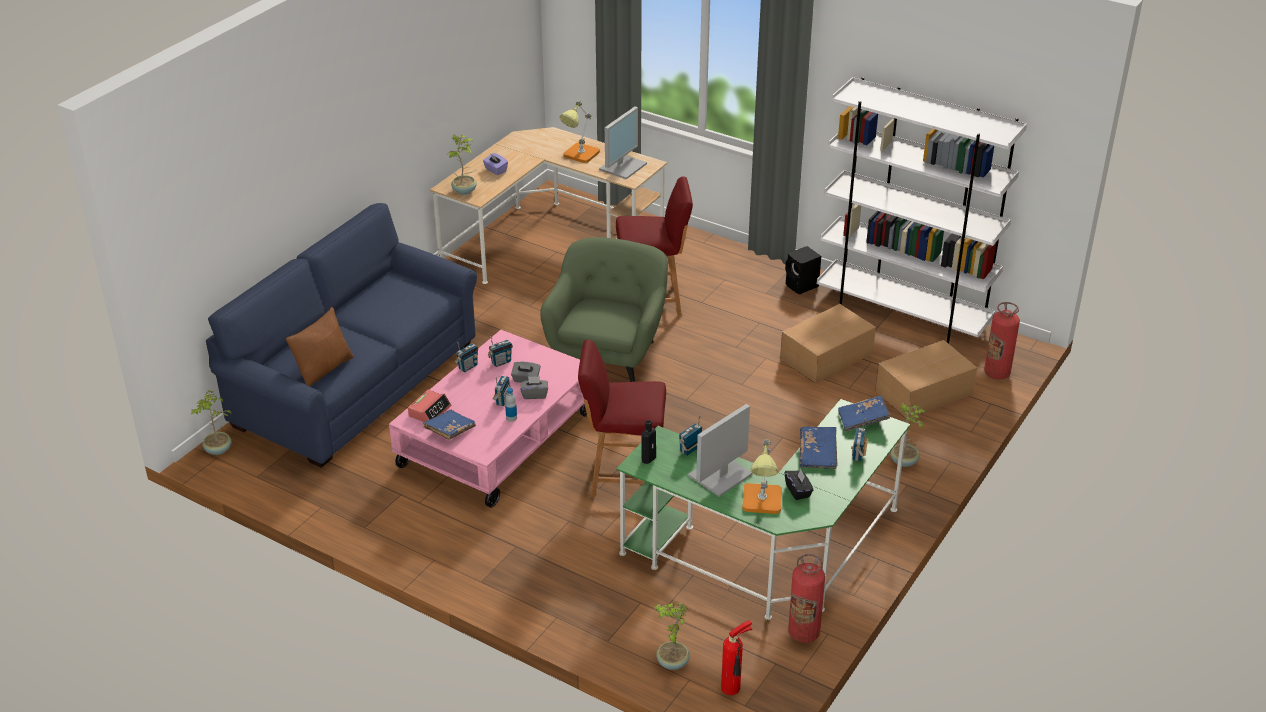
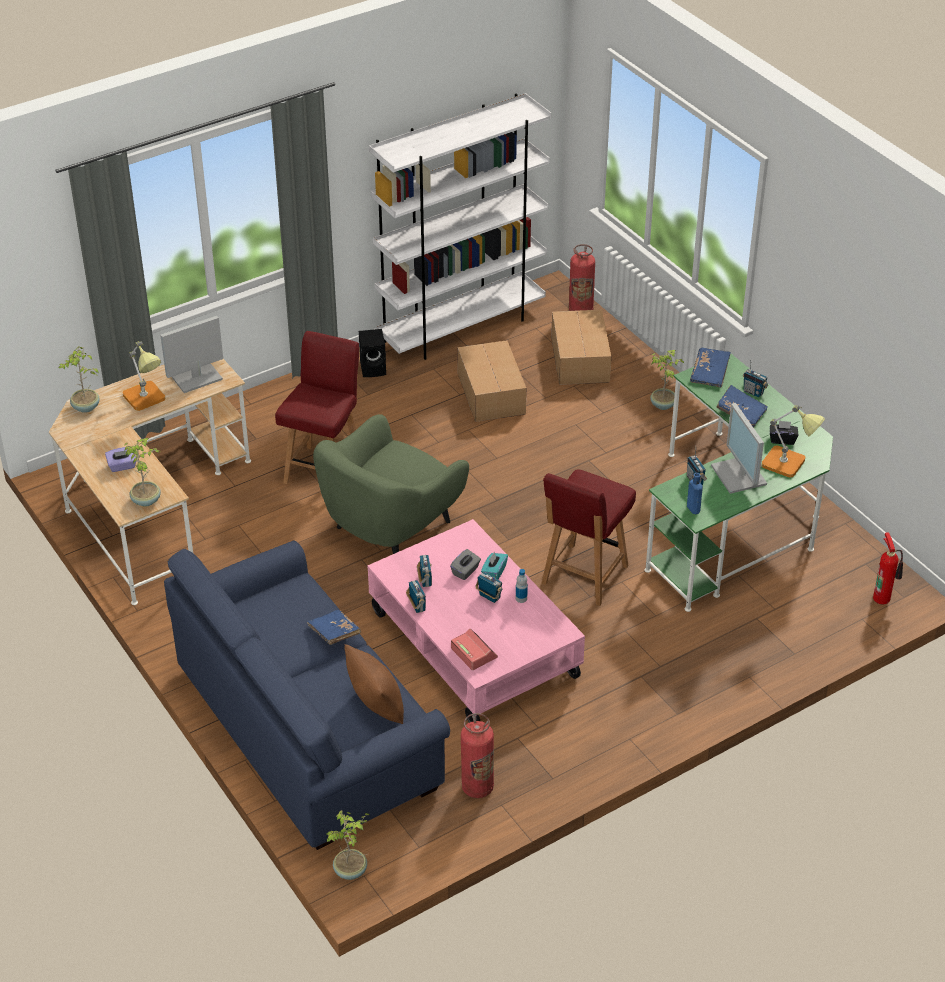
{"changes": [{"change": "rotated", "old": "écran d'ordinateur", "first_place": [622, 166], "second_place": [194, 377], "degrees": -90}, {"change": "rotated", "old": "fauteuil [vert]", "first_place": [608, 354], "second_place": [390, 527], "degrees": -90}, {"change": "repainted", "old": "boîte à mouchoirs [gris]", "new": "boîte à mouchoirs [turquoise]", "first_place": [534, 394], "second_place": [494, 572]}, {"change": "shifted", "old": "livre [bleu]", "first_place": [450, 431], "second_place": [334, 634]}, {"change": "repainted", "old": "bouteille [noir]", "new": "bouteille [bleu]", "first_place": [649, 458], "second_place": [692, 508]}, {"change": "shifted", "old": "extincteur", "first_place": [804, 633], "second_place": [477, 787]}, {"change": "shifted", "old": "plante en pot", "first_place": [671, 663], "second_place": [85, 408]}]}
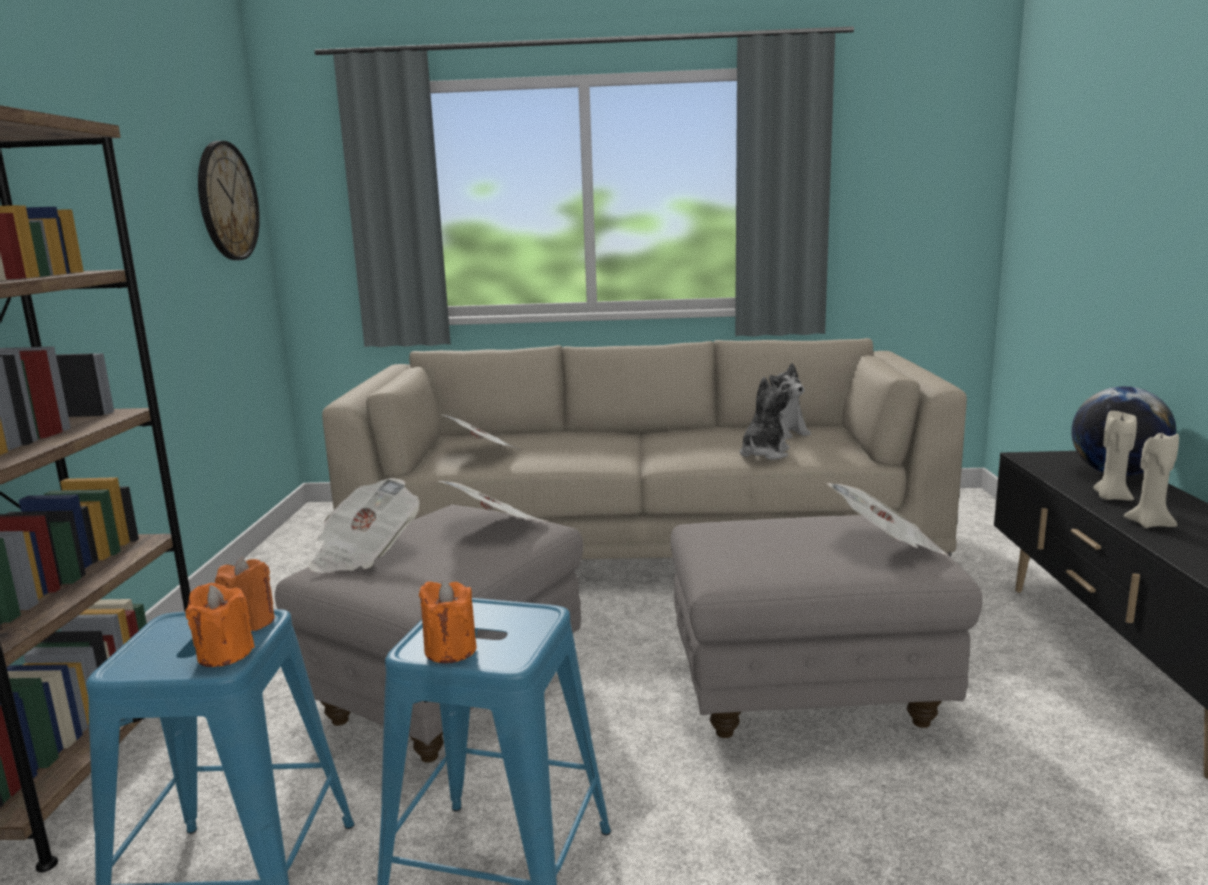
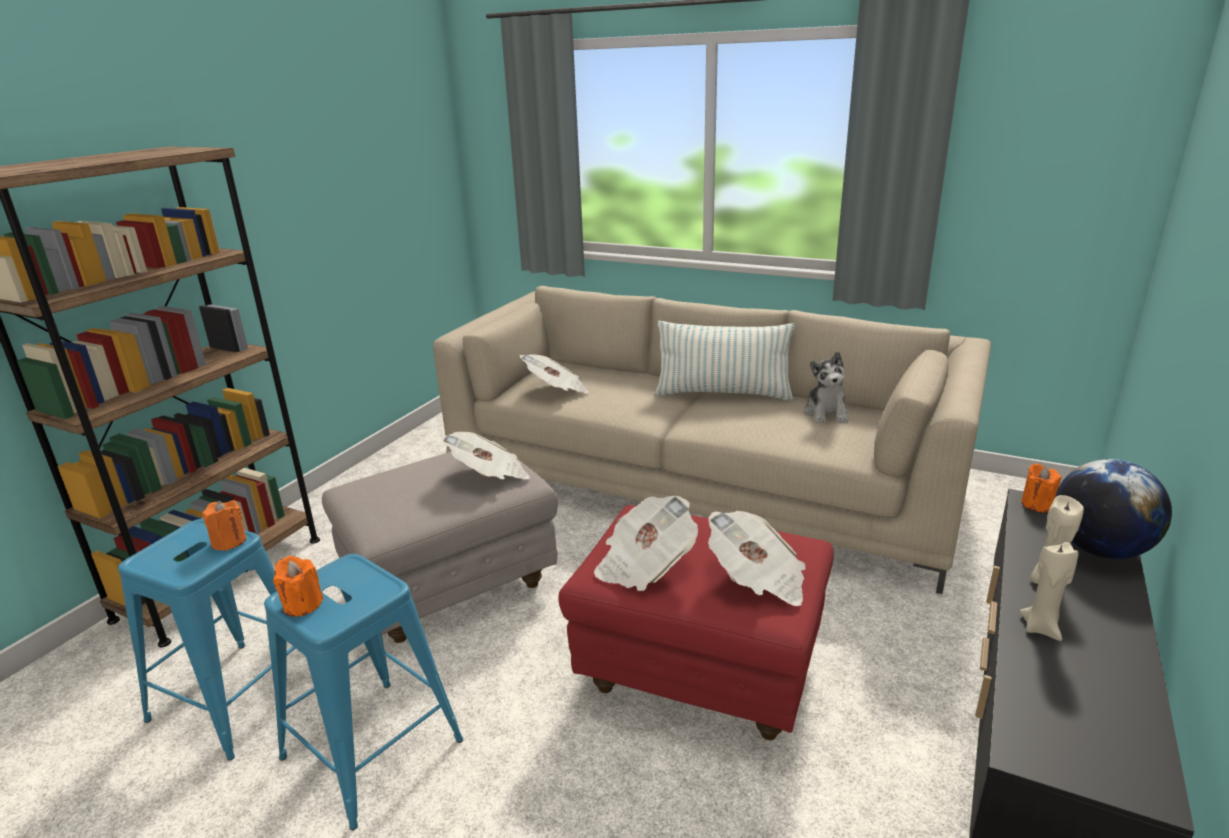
{"changes": [{"change": "gone", "old": "horloge murale", "first_place": [227, 201]}, {"change": "gone", "old": "peluche", "first_place": [763, 454]}, {"change": "shifted", "old": "journal", "first_place": [365, 554], "second_place": [644, 565]}, {"change": "repainted", "old": "pouf [gris]", "new": "pouf [rouge]", "first_place": [807, 694], "second_place": [701, 674]}, {"change": "shifted", "old": "bougie [orange]", "first_place": [224, 654], "second_place": [1037, 504]}, {"change": "new", "new": "coussin", "second_place": [723, 394]}]}
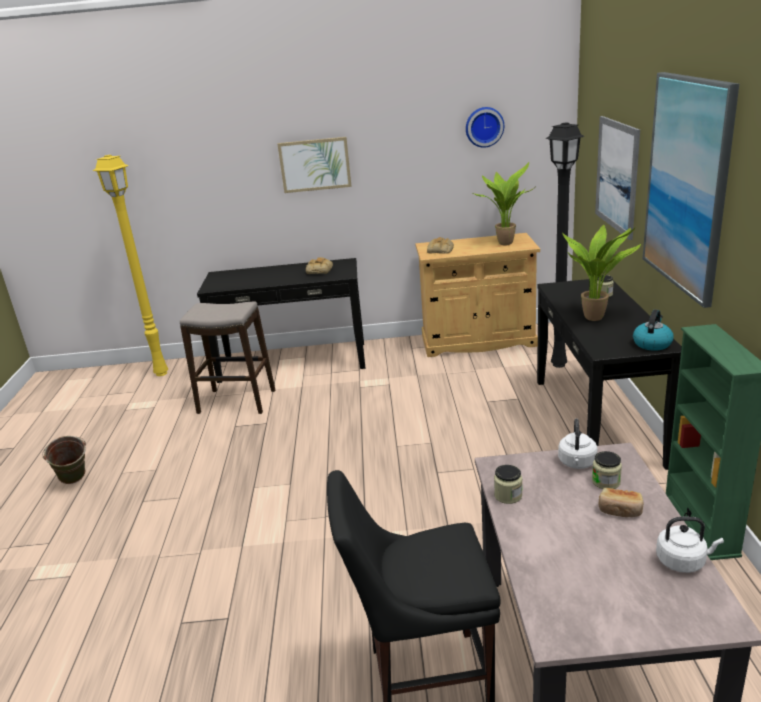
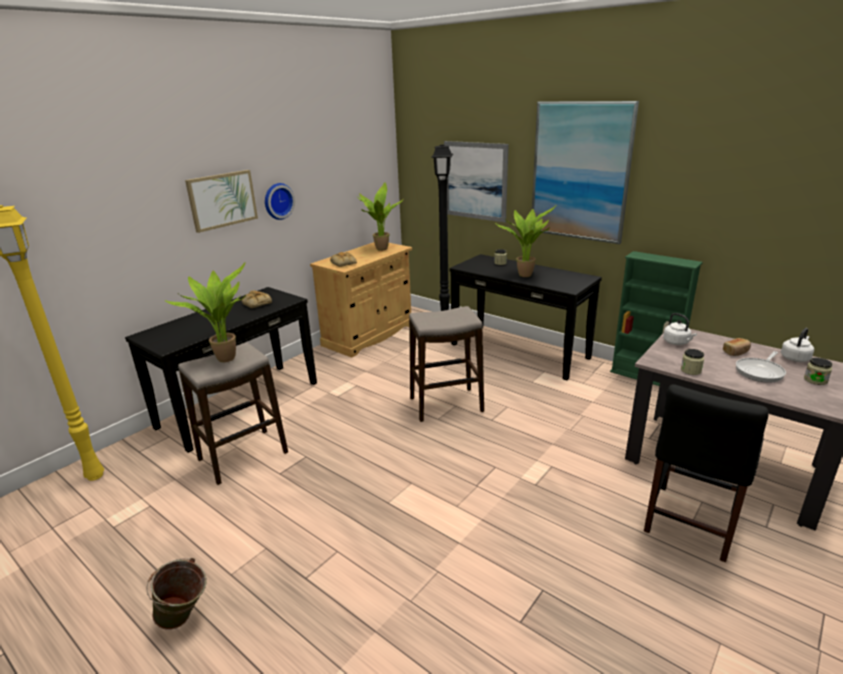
{"changes": [{"change": "shifted", "old": "horloge murale", "first_place": [484, 126], "second_place": [277, 201]}, {"change": "gone", "old": "bouilloire", "first_place": [652, 343]}, {"change": "shifted", "old": "bocal", "first_place": [606, 482], "second_place": [815, 380]}, {"change": "new", "new": "plante en pot", "second_place": [226, 357]}, {"change": "new", "new": "tabouret", "second_place": [446, 405]}, {"change": "new", "new": "poêle", "second_place": [760, 372]}]}
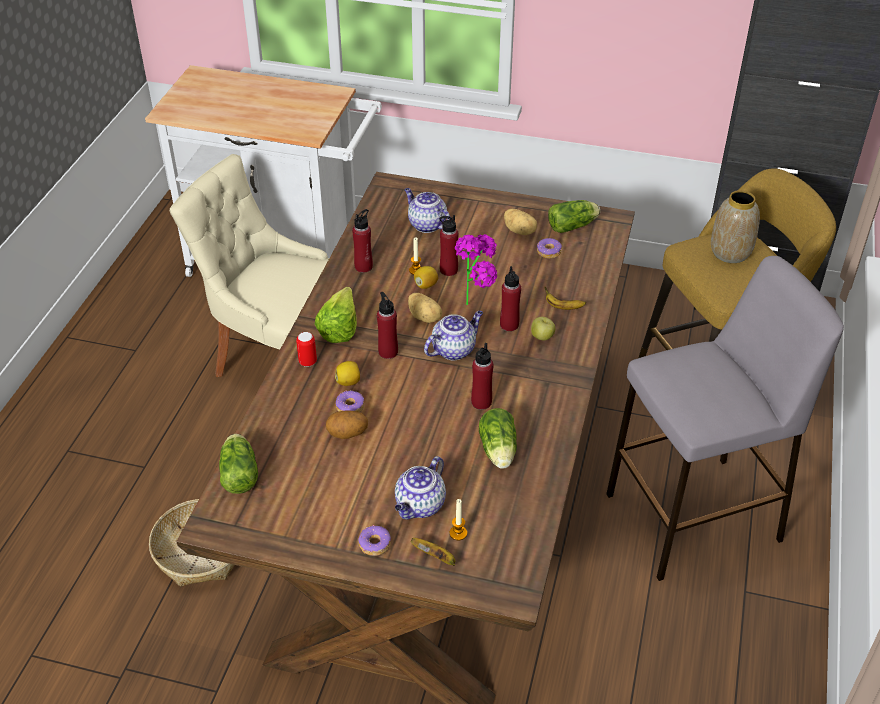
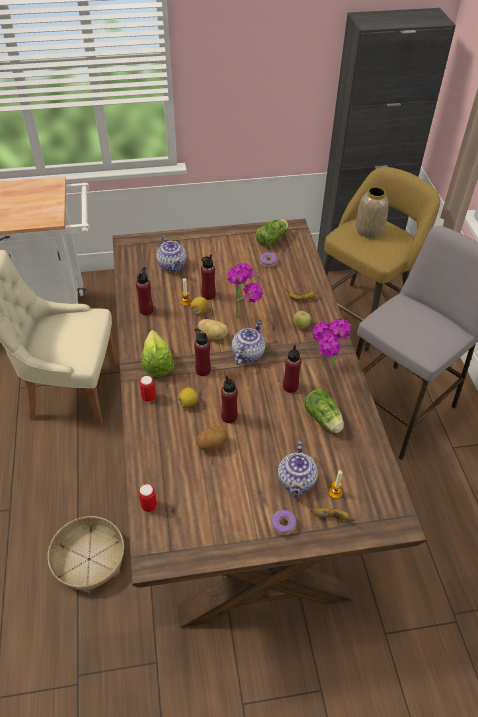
{"changes": [{"change": "rotated", "old": "théière", "first_place": [426, 225], "second_place": [172, 265], "degrees": -135}, {"change": "gone", "old": "pomme de terre", "first_place": [520, 231]}, {"change": "shifted", "old": "bouteille [rouge]", "first_place": [509, 325], "second_place": [229, 417]}, {"change": "gone", "old": "beignet", "first_place": [350, 407]}, {"change": "swapped", "old": "laitue", "new": "boîte métallique", "first_place": [239, 472], "second_place": [149, 506]}, {"change": "new", "new": "plante en pot", "second_place": [324, 370]}]}
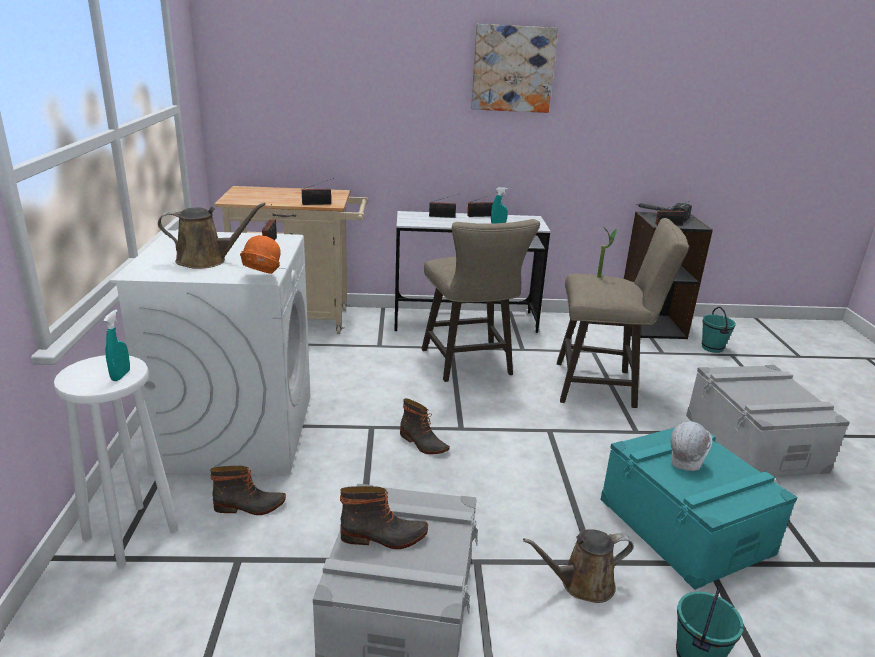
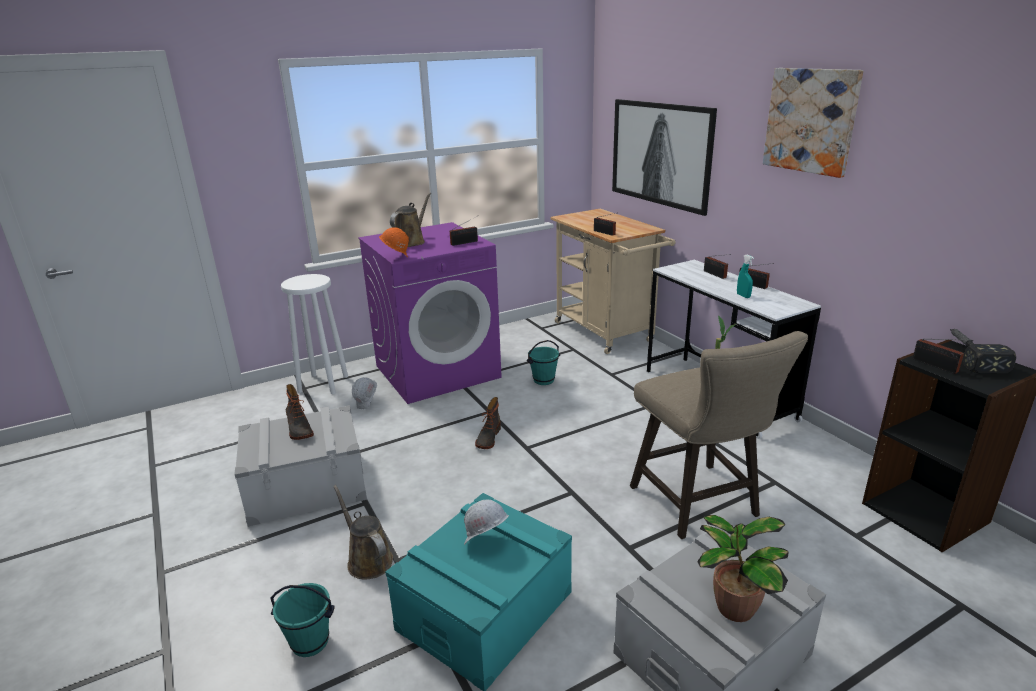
{"changes": [{"change": "rotated", "old": "arrosoir [marron]", "first_place": [206, 260], "second_place": [410, 241], "degrees": -120}, {"change": "gone", "old": "tabouret [beige]", "first_place": [470, 365]}, {"change": "repainted", "old": "lave-linge [blanc]", "new": "lave-linge [violet]", "first_place": [236, 431], "second_place": [438, 371]}, {"change": "shifted", "old": "seau [turquoise]", "first_place": [712, 348], "second_place": [544, 380]}, {"change": "gone", "old": "vaporisateur [turquoise]", "first_place": [121, 375]}, {"change": "swapped", "old": "botte", "new": "casque de chantier [blanc]", "first_place": [250, 506], "second_place": [367, 404]}, {"change": "new", "new": "tableau", "second_place": [661, 154]}, {"change": "new", "new": "plante en pot", "second_place": [732, 608]}]}
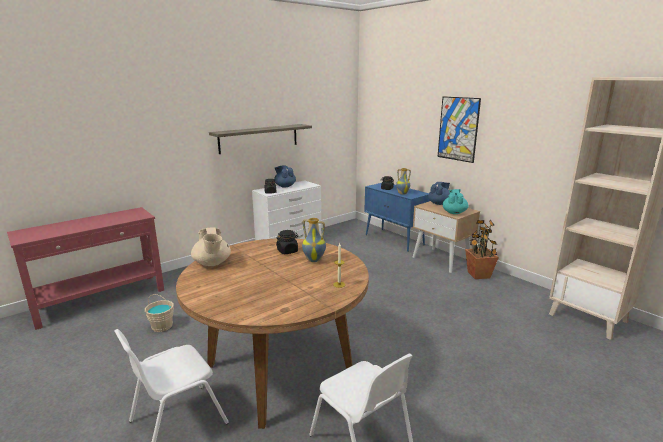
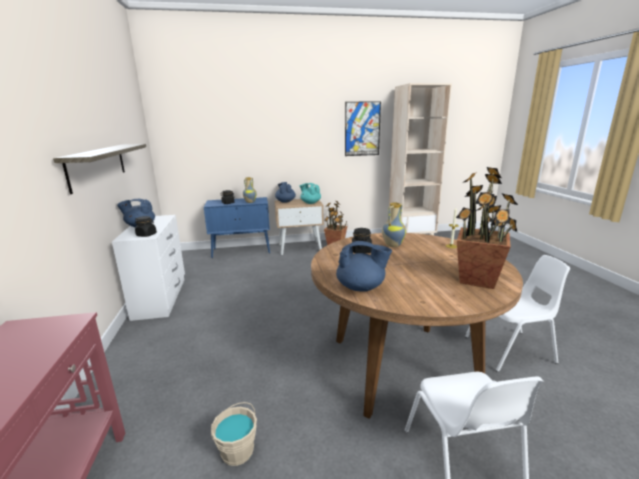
{"changes": [{"change": "shifted", "old": "tableau", "first_place": [458, 129], "second_place": [362, 129]}, {"change": "repainted", "old": "théière [beige]", "new": "théière [bleu]", "first_place": [212, 263], "second_place": [361, 287]}, {"change": "new", "new": "plante en pot", "second_place": [477, 280]}]}
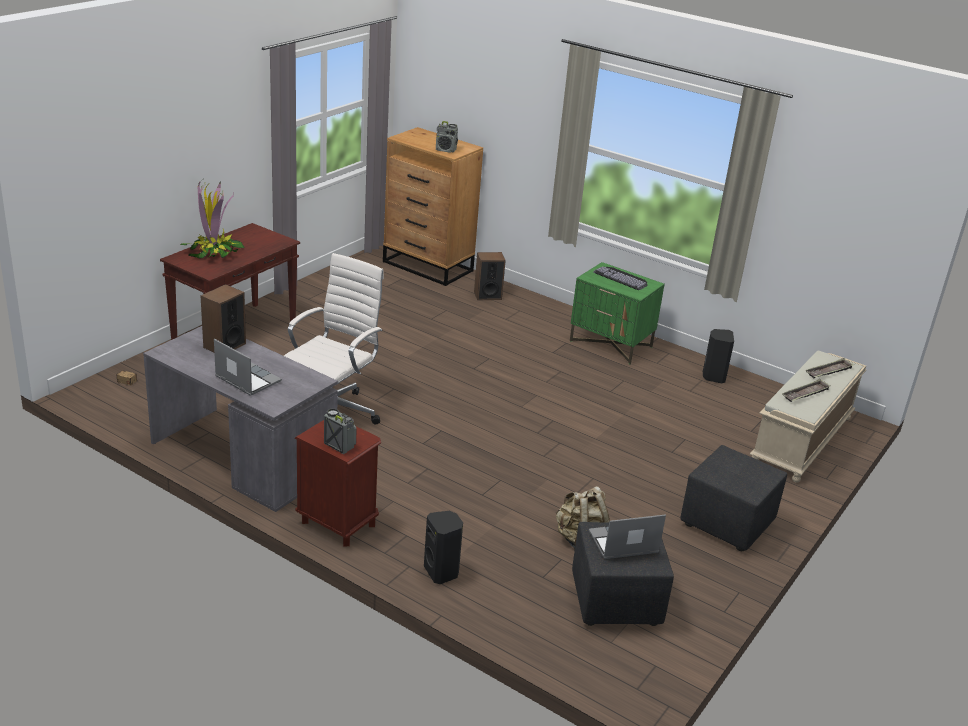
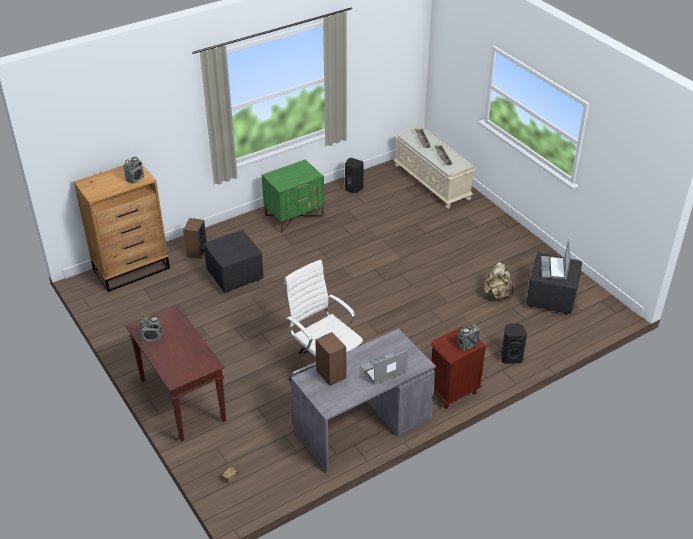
{"changes": [{"change": "gone", "old": "plante en pot", "first_place": [214, 252]}, {"change": "gone", "old": "clavier", "first_place": [622, 278]}, {"change": "shifted", "old": "pouf [noir]", "first_place": [727, 524], "second_place": [235, 276]}, {"change": "new", "new": "radio", "second_place": [152, 337]}]}
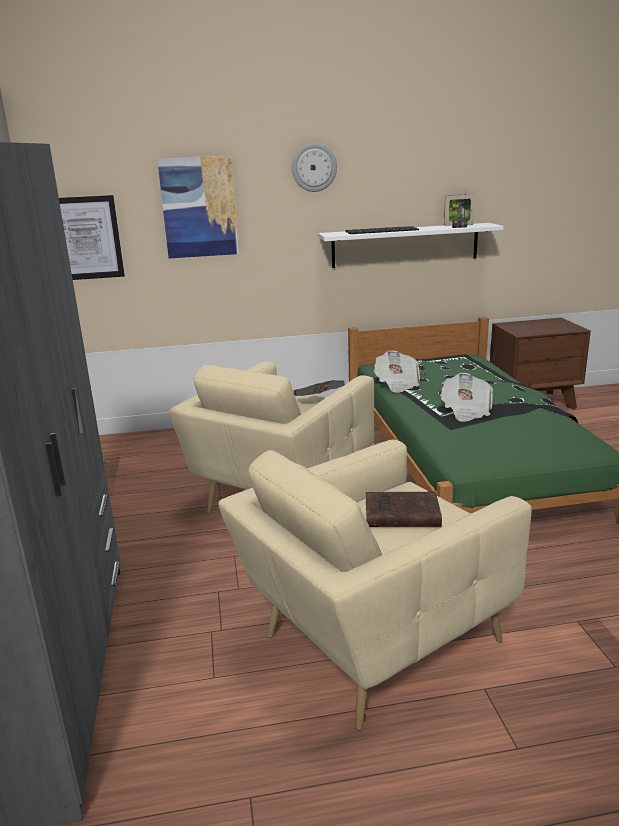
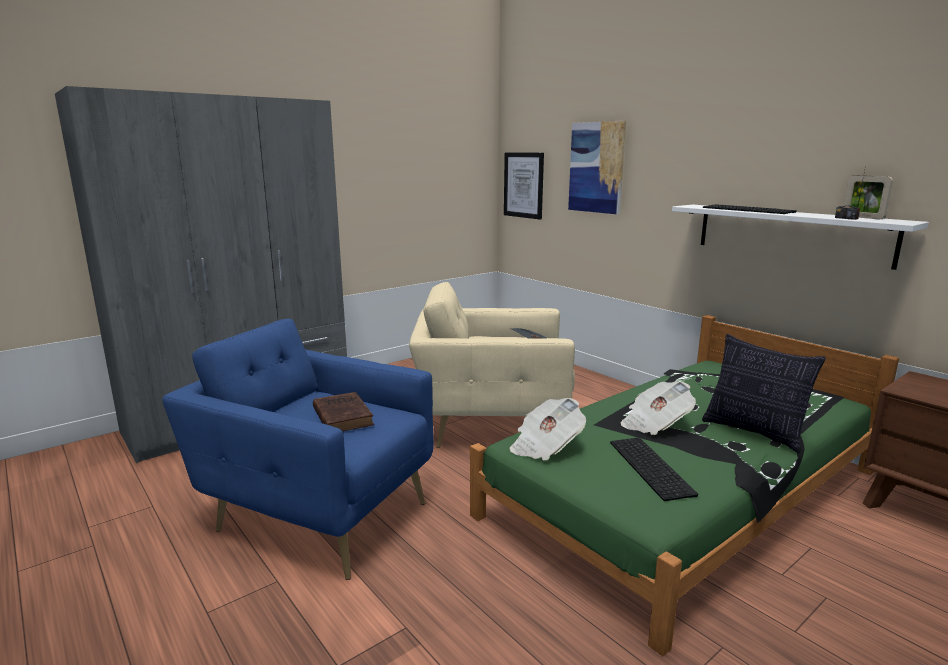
{"changes": [{"change": "gone", "old": "horloge murale", "first_place": [314, 167]}, {"change": "shifted", "old": "journal", "first_place": [397, 384], "second_place": [545, 446]}, {"change": "repainted", "old": "fauteuil [beige]", "new": "fauteuil [bleu]", "first_place": [372, 642], "second_place": [317, 512]}, {"change": "new", "new": "coussin", "second_place": [754, 432]}, {"change": "new", "new": "clavier", "second_place": [653, 467]}]}
